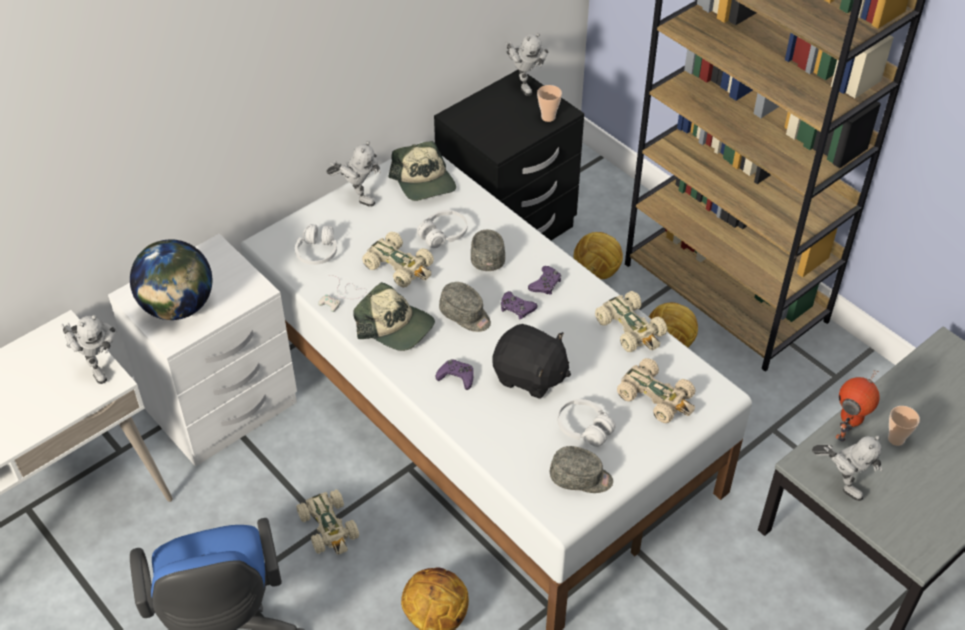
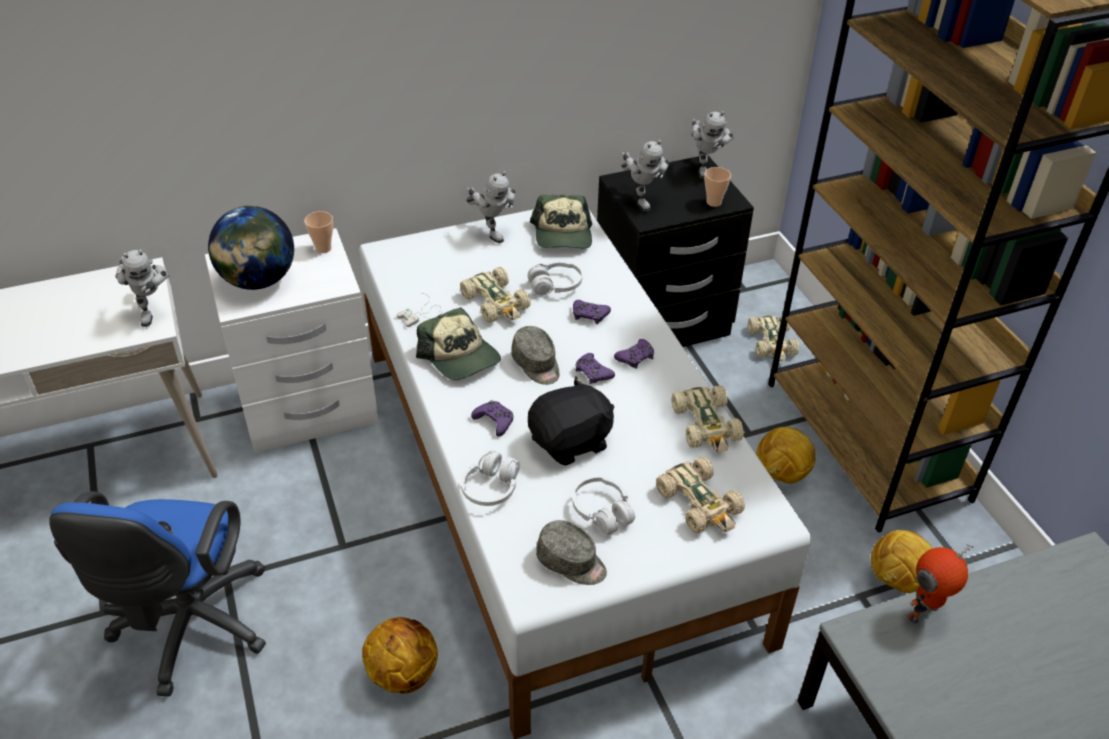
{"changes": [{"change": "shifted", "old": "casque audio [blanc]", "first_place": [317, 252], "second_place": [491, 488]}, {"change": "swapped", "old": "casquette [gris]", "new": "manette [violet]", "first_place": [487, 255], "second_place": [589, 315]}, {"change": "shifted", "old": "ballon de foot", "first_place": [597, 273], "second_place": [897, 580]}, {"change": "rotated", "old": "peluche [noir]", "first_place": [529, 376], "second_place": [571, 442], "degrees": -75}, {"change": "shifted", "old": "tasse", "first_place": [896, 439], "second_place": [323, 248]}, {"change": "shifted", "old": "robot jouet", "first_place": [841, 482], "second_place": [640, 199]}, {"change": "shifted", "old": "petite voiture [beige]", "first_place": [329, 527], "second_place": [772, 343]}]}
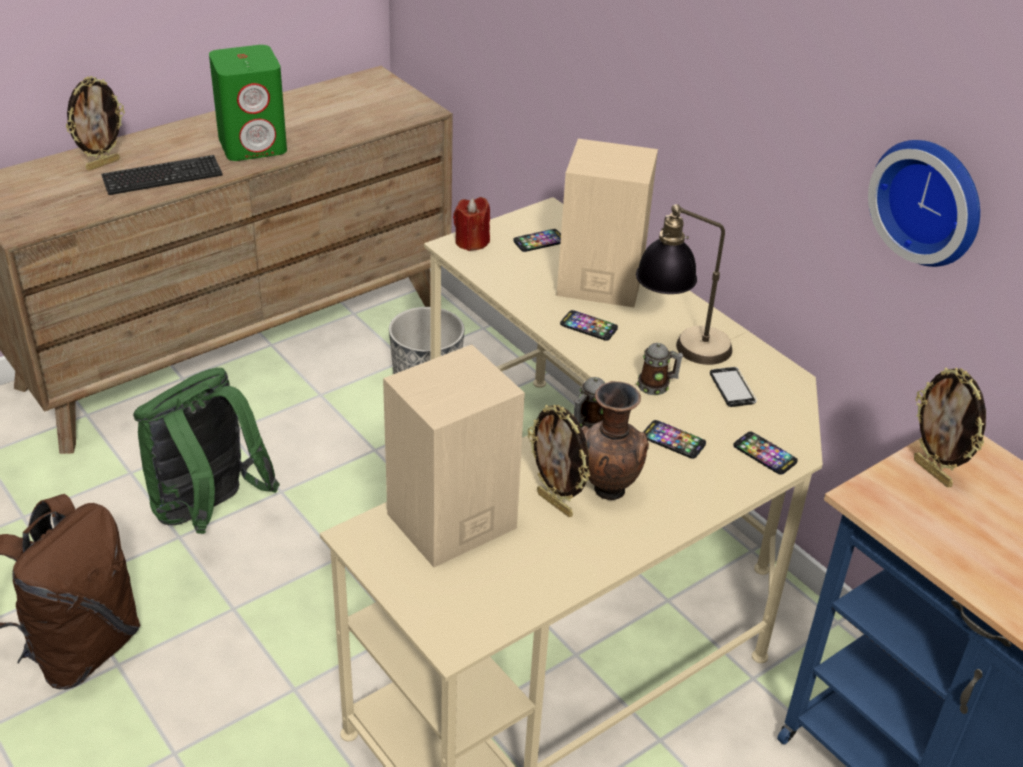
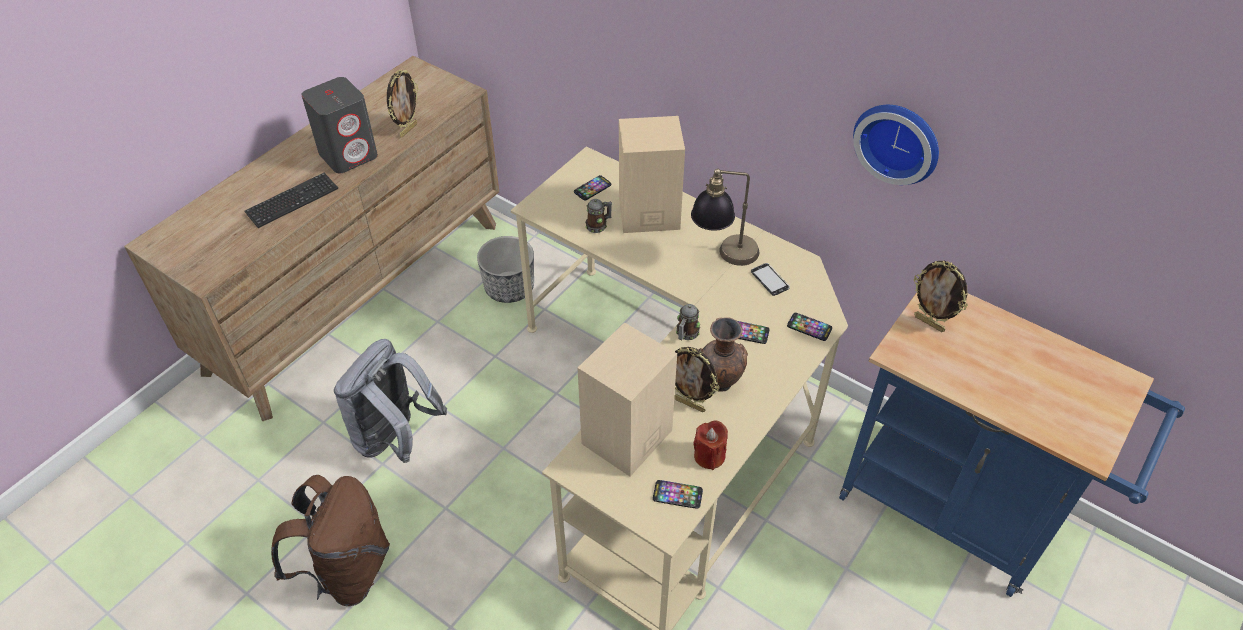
{"changes": [{"change": "repainted", "old": "enceinte [vert]", "new": "enceinte [gris]", "first_place": [253, 145], "second_place": [349, 154]}, {"change": "shifted", "old": "cadre photo", "first_place": [102, 164], "second_place": [408, 130]}, {"change": "shifted", "old": "bougie [rouge]", "first_place": [472, 242], "second_place": [709, 456]}, {"change": "shifted", "old": "téléphone", "first_place": [588, 326], "second_place": [677, 495]}, {"change": "shifted", "old": "mug", "first_place": [657, 386], "second_place": [598, 225]}, {"change": "repainted", "old": "sac à dos [vert]", "new": "sac à dos [gris]", "first_place": [208, 512], "second_place": [395, 438]}]}
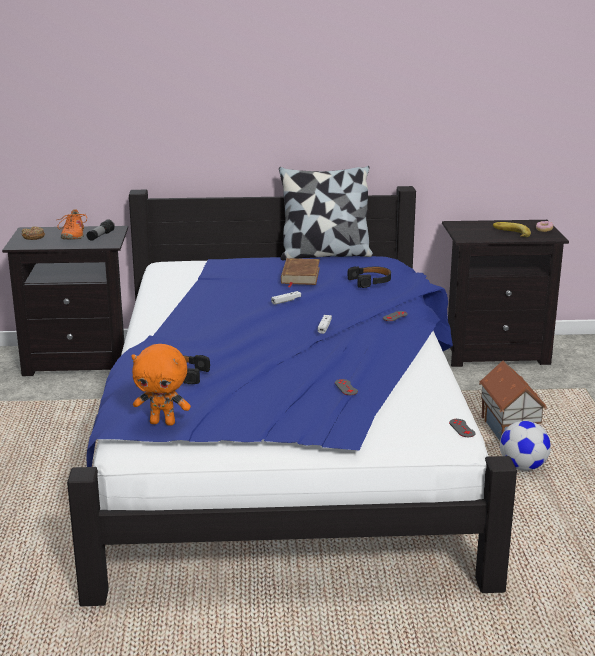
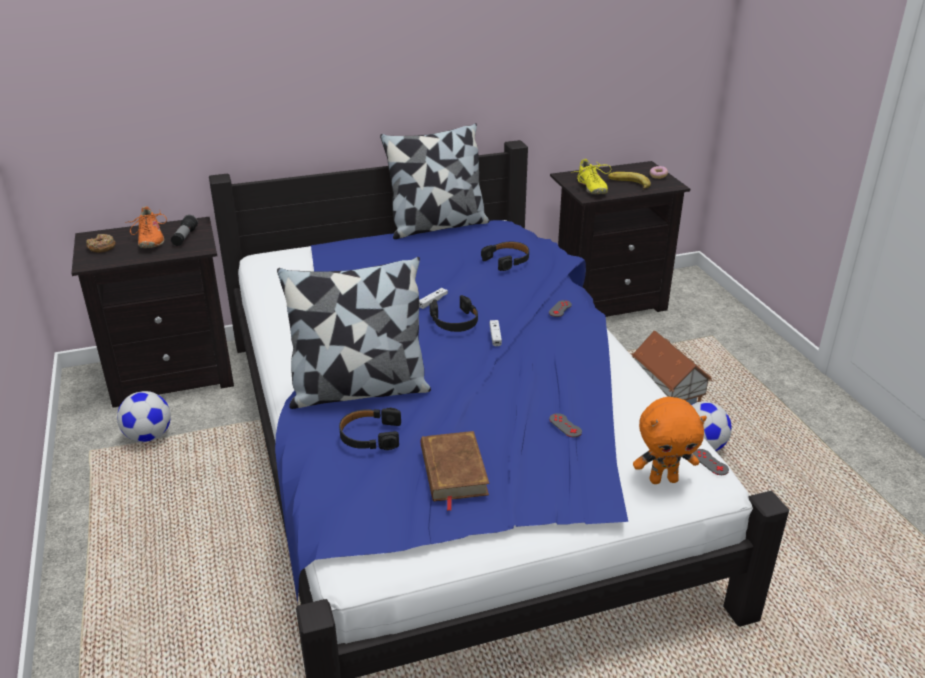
{"changes": [{"change": "shifted", "old": "livre [marron]", "first_place": [300, 276], "second_place": [453, 471]}, {"change": "shifted", "old": "peluche [orange]", "first_place": [163, 422], "second_place": [663, 479]}, {"change": "new", "new": "chaussure [jaune]", "second_place": [591, 187]}, {"change": "new", "new": "coussin", "second_place": [359, 390]}, {"change": "new", "new": "casque audio [noir]", "second_place": [455, 321]}, {"change": "new", "new": "ballon de foot", "second_place": [149, 436]}]}
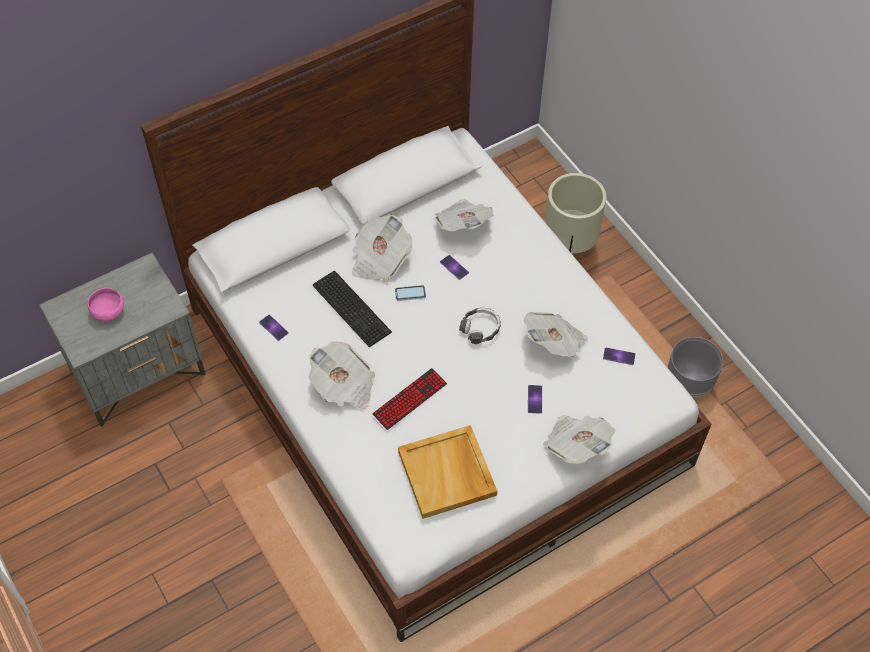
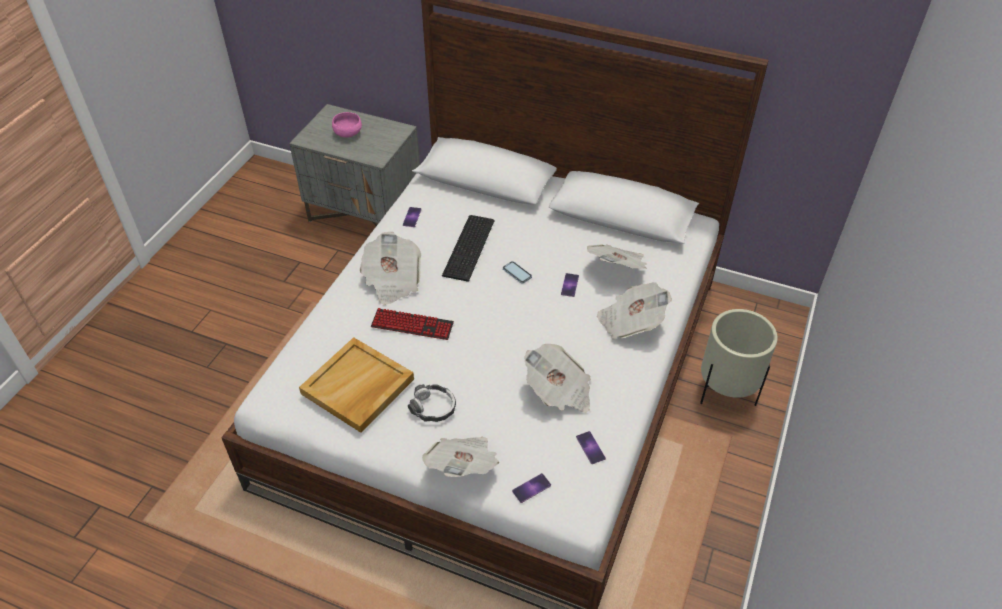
{"changes": [{"change": "shifted", "old": "journal", "first_place": [379, 259], "second_place": [630, 322]}, {"change": "shifted", "old": "casque audio", "first_place": [480, 328], "second_place": [433, 407]}, {"change": "gone", "old": "cache-pot [gris]", "first_place": [688, 385]}, {"change": "shifted", "old": "téléphone", "first_place": [535, 399], "second_place": [531, 488]}]}
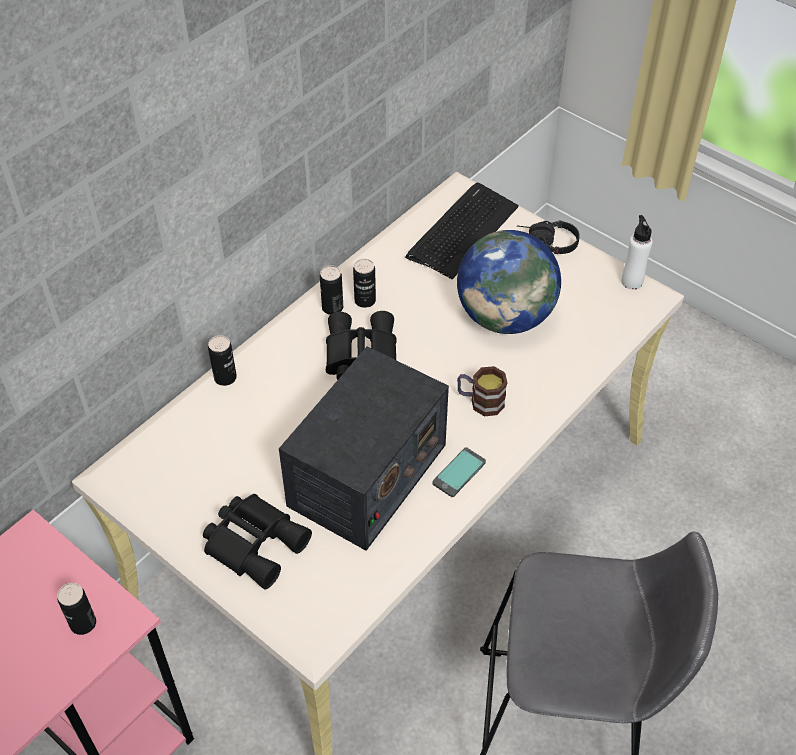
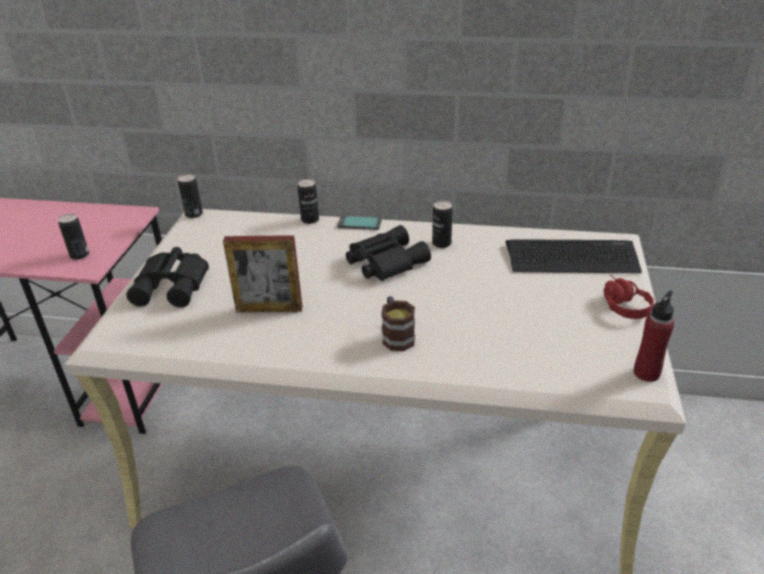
{"changes": [{"change": "repainted", "old": "bouteille [blanc]", "new": "bouteille [rouge]", "first_place": [631, 281], "second_place": [646, 373]}, {"change": "repainted", "old": "casque audio [noir]", "new": "casque audio [rouge]", "first_place": [546, 243], "second_place": [620, 304]}, {"change": "gone", "old": "globe", "first_place": [505, 317]}, {"change": "shifted", "old": "boîte métallique", "first_place": [332, 307], "second_place": [194, 214]}, {"change": "swapped", "old": "radio", "new": "cadre photo", "first_place": [367, 476], "second_place": [269, 309]}, {"change": "shifted", "old": "téléphone", "first_place": [459, 473], "second_place": [359, 224]}]}
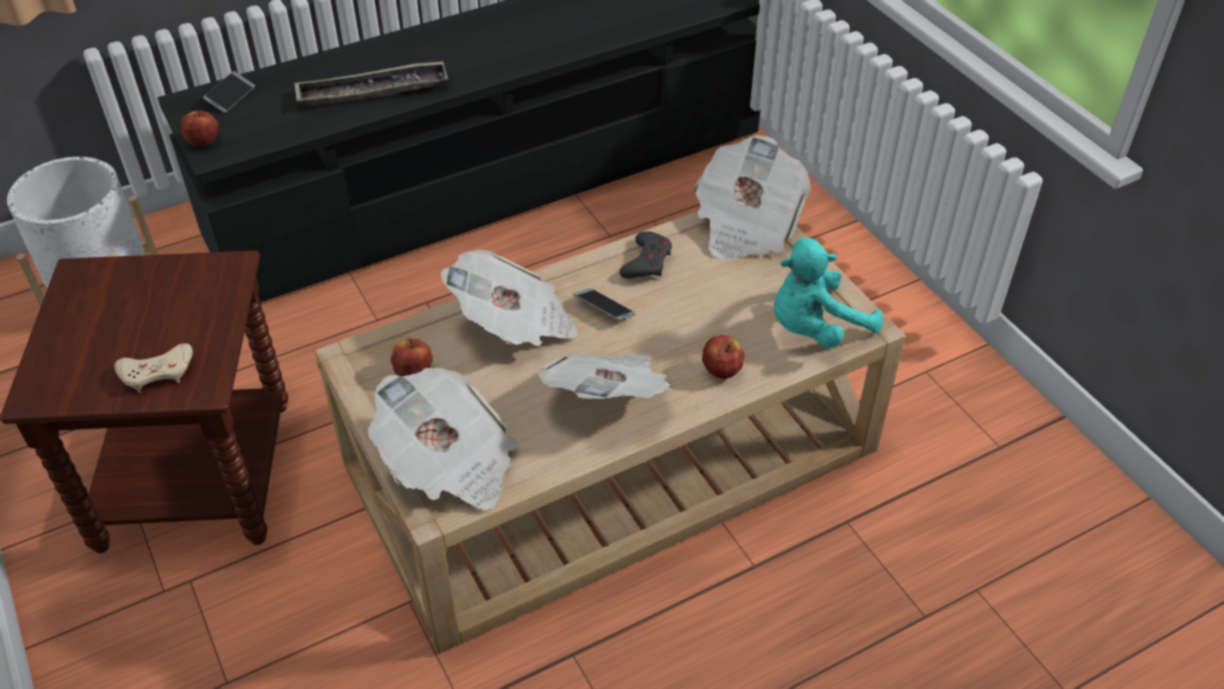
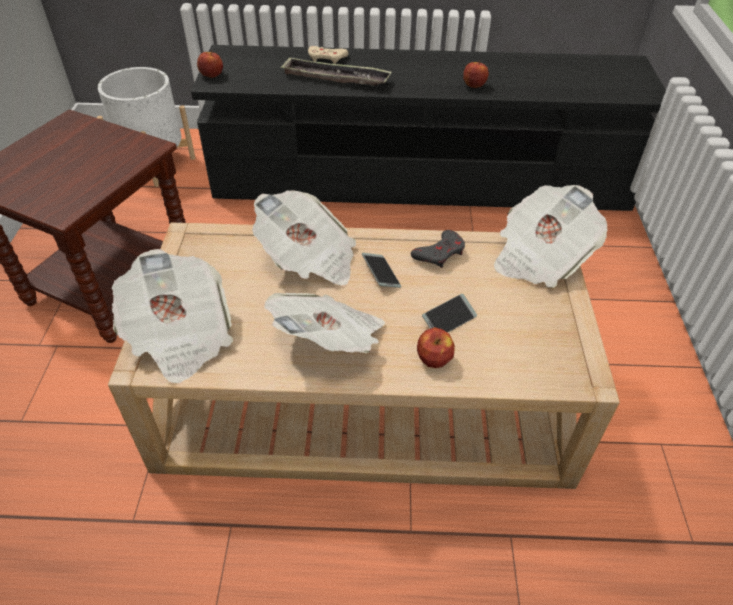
{"changes": [{"change": "shifted", "old": "téléphone", "first_place": [230, 97], "second_place": [449, 319]}, {"change": "gone", "old": "peluche [turquoise]", "first_place": [814, 328]}, {"change": "shifted", "old": "pomme", "first_place": [413, 372], "second_place": [473, 85]}, {"change": "shifted", "old": "manette [beige]", "first_place": [157, 372], "second_place": [327, 58]}]}
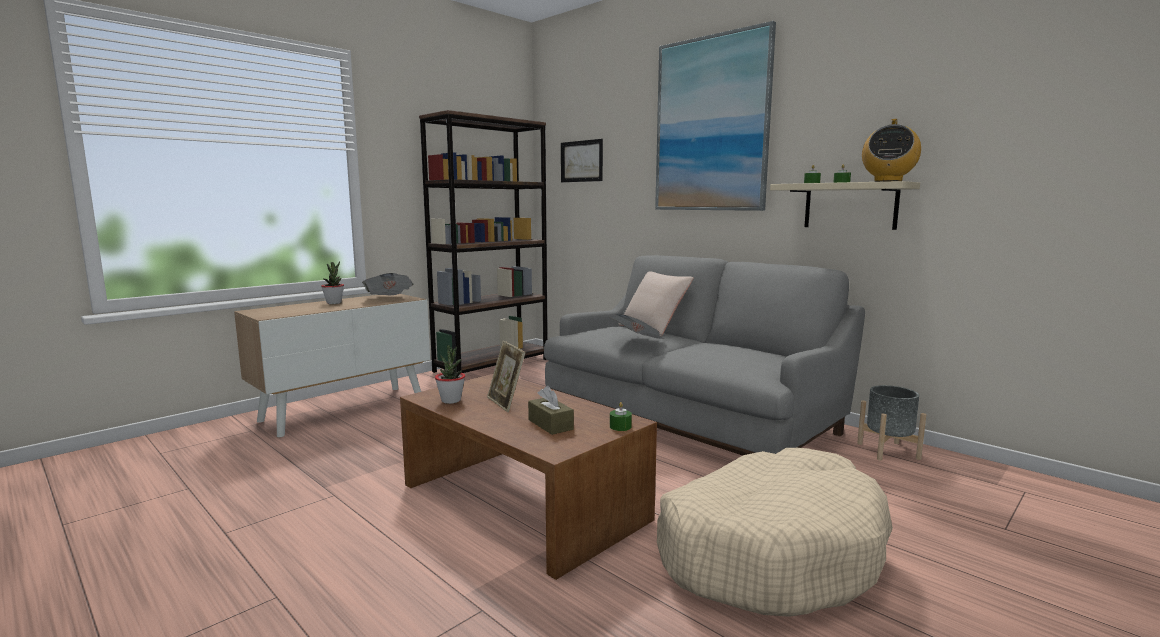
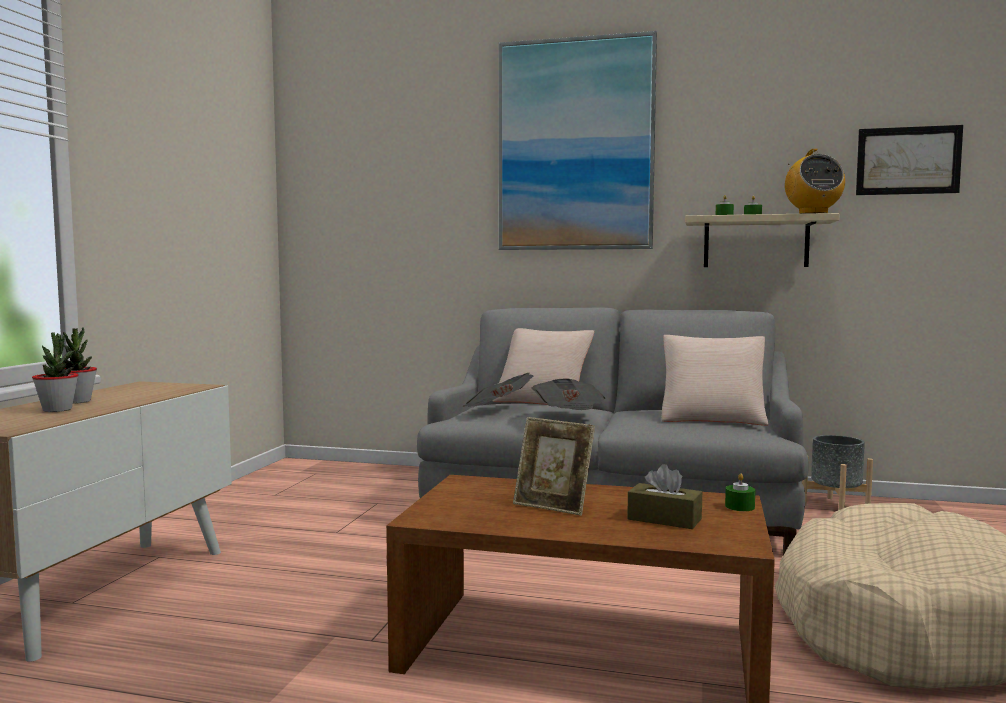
{"changes": [{"change": "gone", "old": "bibliothèque [marron]", "first_place": [492, 365]}, {"change": "shifted", "old": "tableau", "first_place": [581, 161], "second_place": [908, 160]}, {"change": "shifted", "old": "journal", "first_place": [389, 298], "second_place": [497, 410]}, {"change": "shifted", "old": "plante en pot", "first_place": [451, 400], "second_place": [57, 410]}, {"change": "new", "new": "coussin [beige]", "second_place": [712, 418]}]}
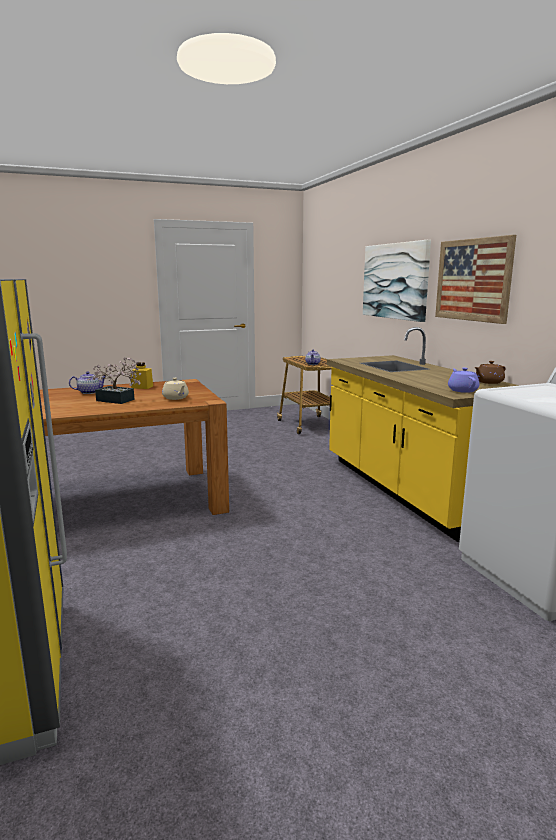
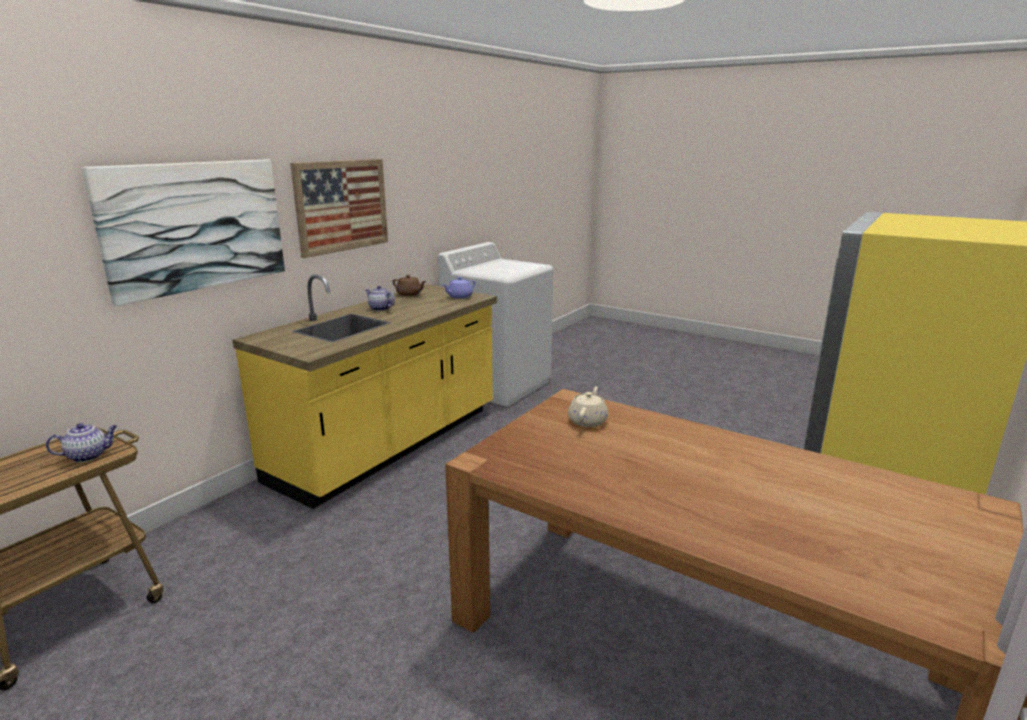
{"changes": [{"change": "gone", "old": "plante en pot", "first_place": [118, 400]}, {"change": "gone", "old": "bocal [jaune]", "first_place": [142, 387]}, {"change": "shifted", "old": "théière", "first_place": [89, 392], "second_place": [380, 309]}]}
